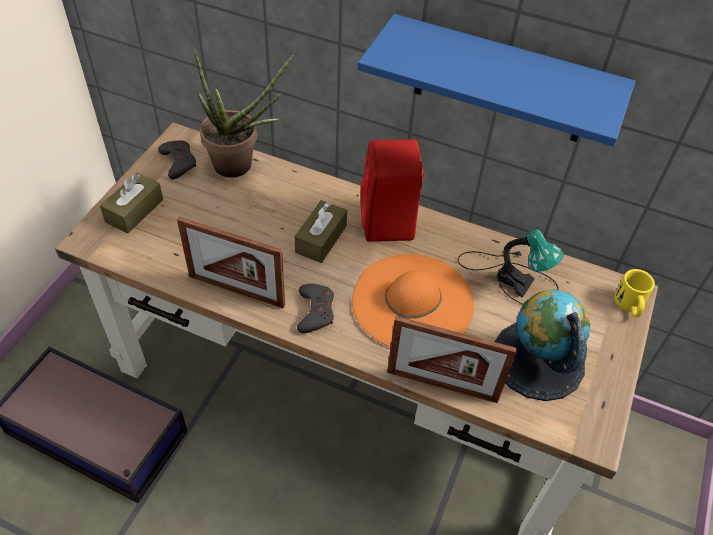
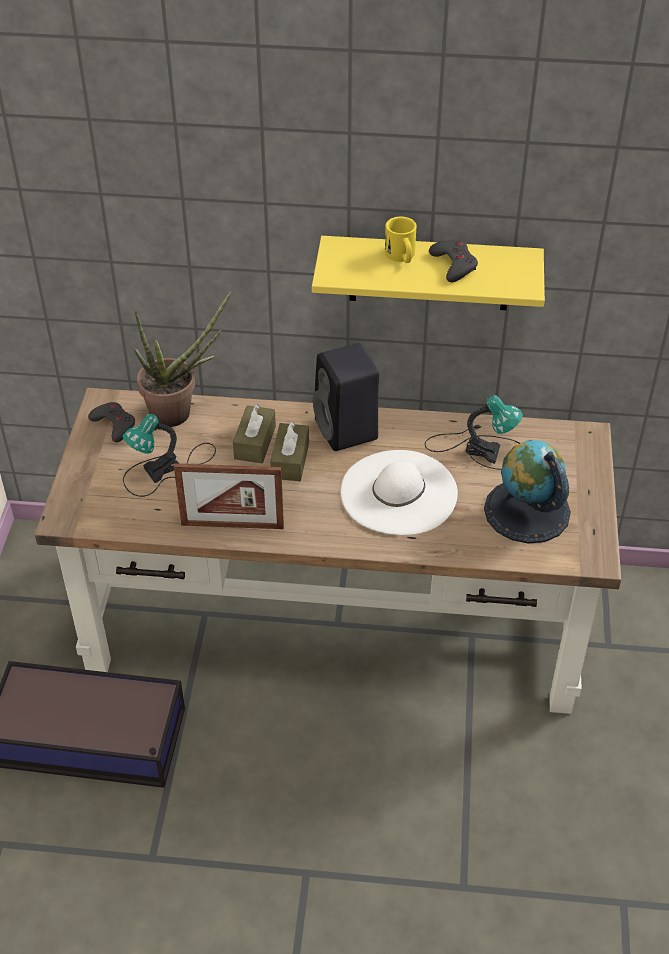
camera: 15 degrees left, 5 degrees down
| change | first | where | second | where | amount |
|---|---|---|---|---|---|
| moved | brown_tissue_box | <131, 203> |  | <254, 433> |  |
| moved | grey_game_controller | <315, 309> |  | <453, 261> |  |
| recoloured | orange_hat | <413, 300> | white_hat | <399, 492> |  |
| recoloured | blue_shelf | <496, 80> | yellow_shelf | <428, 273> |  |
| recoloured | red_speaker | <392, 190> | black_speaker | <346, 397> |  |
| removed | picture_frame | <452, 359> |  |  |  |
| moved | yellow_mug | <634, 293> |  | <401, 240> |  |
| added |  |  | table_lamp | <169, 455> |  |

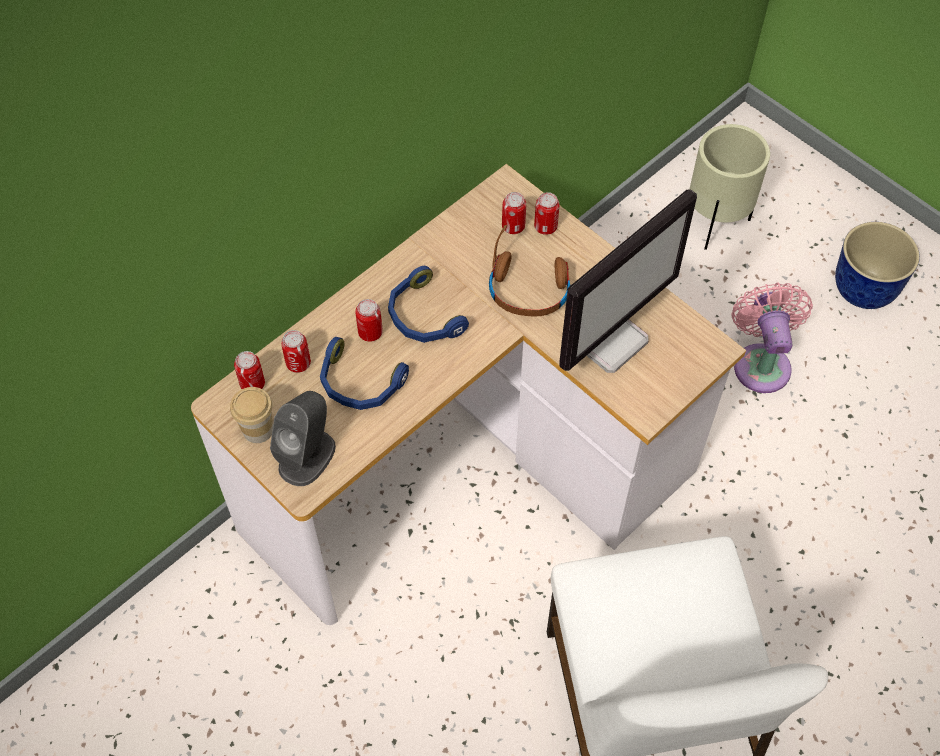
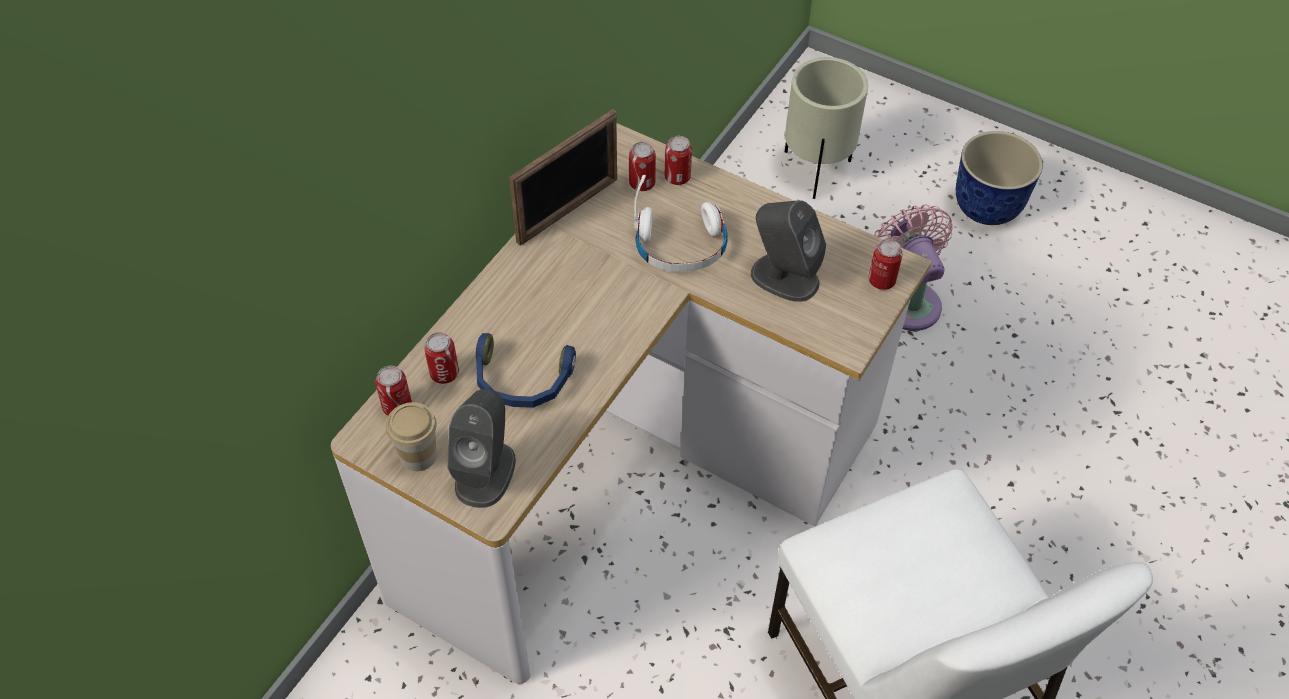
camera: 15 degrees left, 5 degrees down
| change | first | where | second | where | amount |
|---|---|---|---|---|---|
| moved | can | <369, 320> |  | <885, 264> |  |
| removed | blue_headphones | <428, 304> |  |  |  |
| recoloured | brown_headphones | <529, 270> | white_headphones | <681, 223> |  |
| replaced | monitor | <628, 281> | grey_speaker | <788, 251> |  |
| added |  |  | picture_frame | <563, 177> |  |

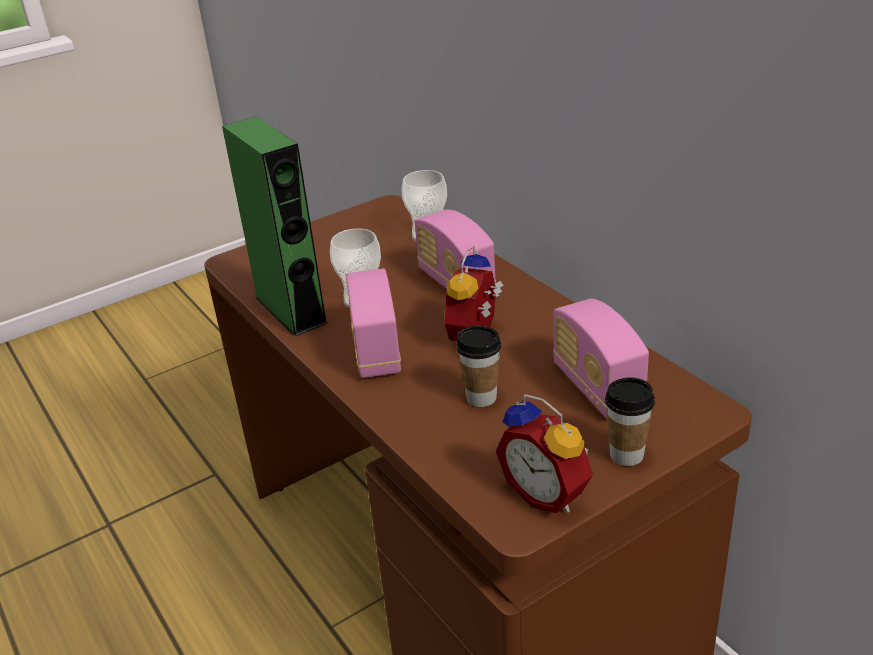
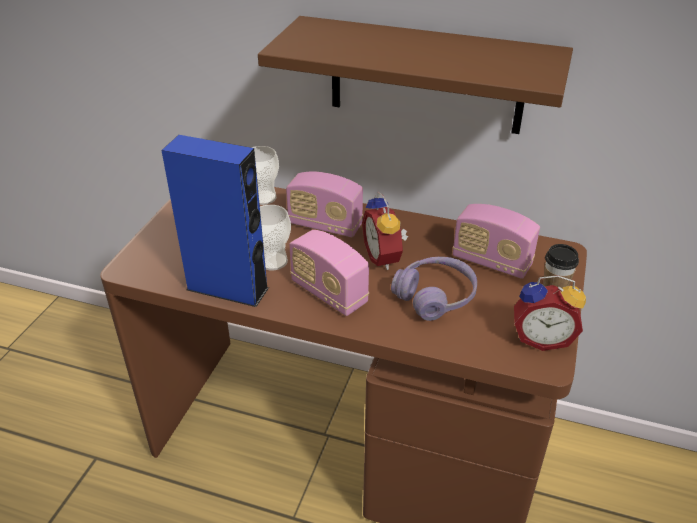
camera: 40 degrees left, 5 degrees up
| change | first | where | second | where | amount |
|---|---|---|---|---|---|
| recoloured | green_speaker | <275, 226> | blue_speaker | <215, 221> |  |
| replaced | cup | <478, 366> | purple_headphones | <434, 289> |  |
| added |  |  | brown_shelf | <415, 75> |  |

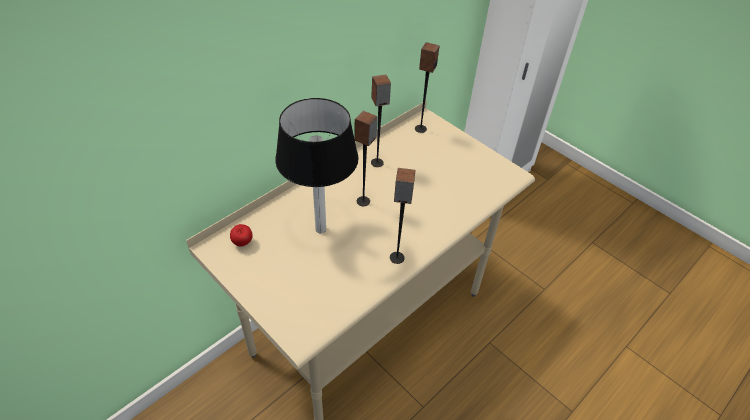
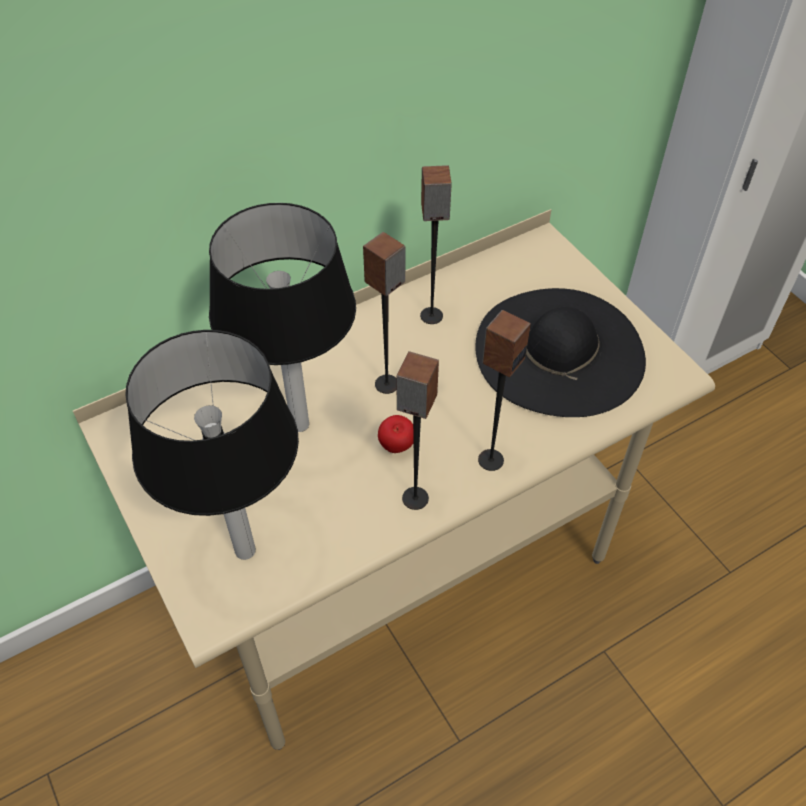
camera: 15 degrees right, 5 degrees up
| change | first | where | second | where | amount |
|---|---|---|---|---|---|
| moved | apple | <241, 235> |  | <396, 434> |  |
| moved | speaker | <427, 87> |  | <504, 390> |  |
| added |  |  | table_lamp | <212, 445> |  |
| added |  |  | black_hat | <560, 352> |  |

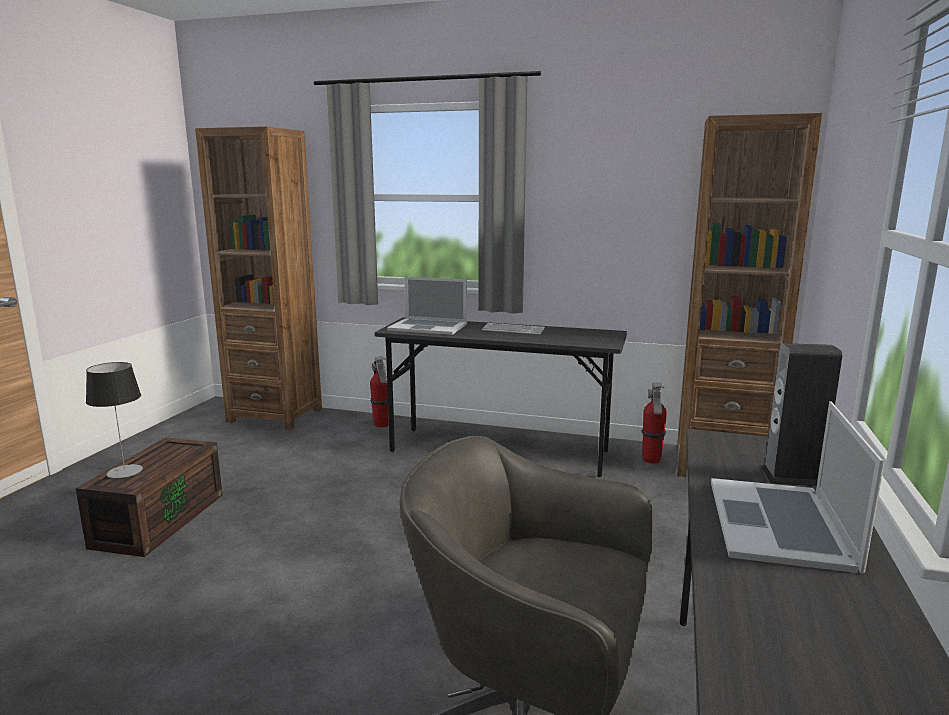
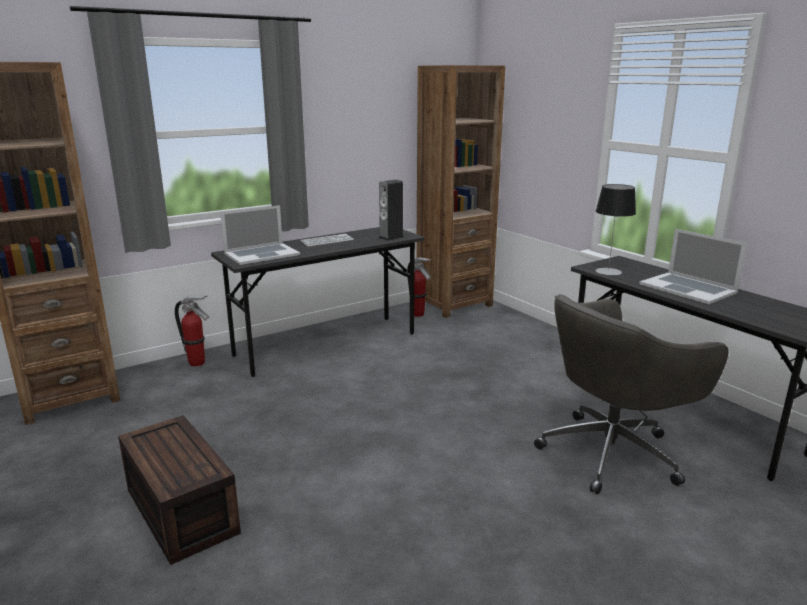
camera: 50 degrees left, 5 degrees up
| change | first | where | second | where | amount |
|---|---|---|---|---|---|
| moved | table_lamp | <114, 420> |  | <616, 230> |  |
| moved | speaker | <801, 414> |  | <391, 210> |  |

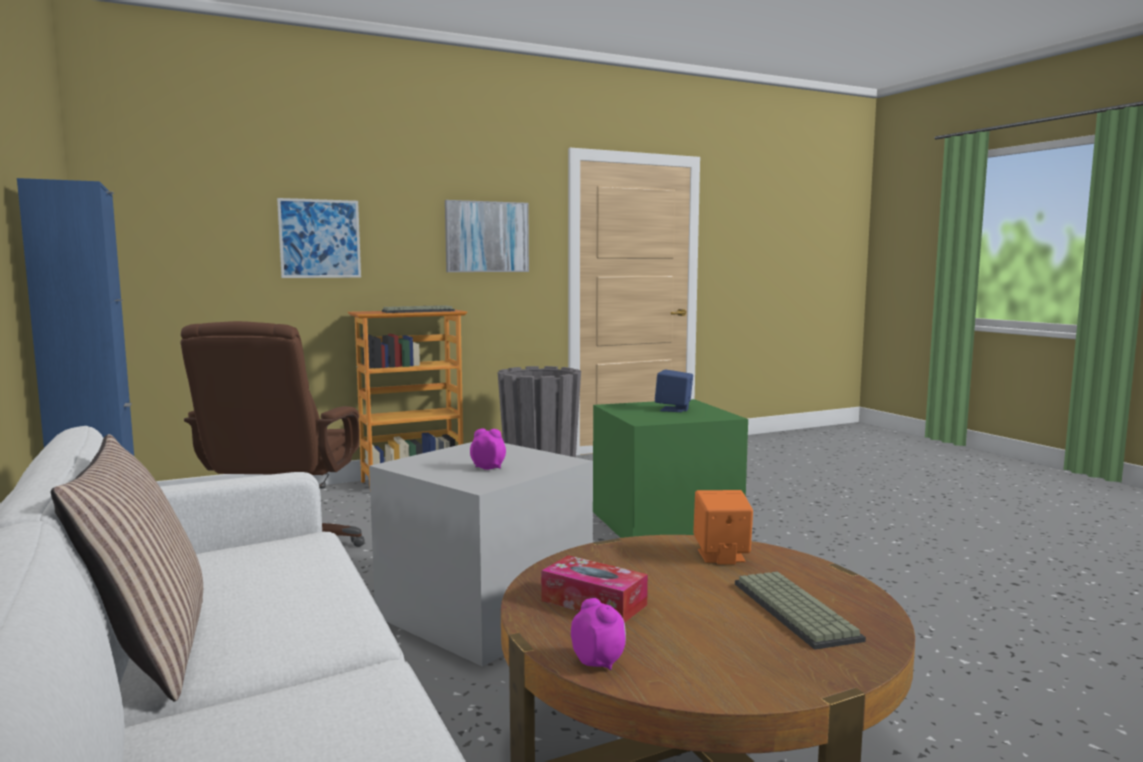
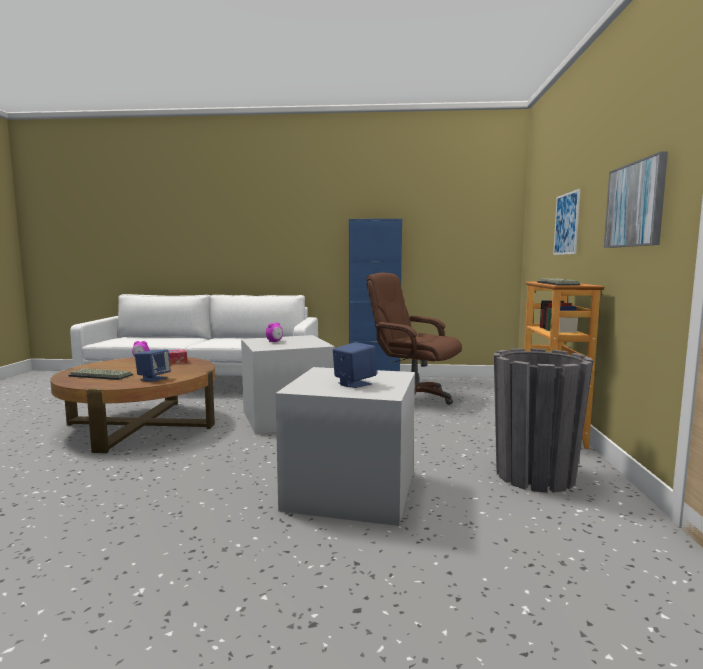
camera: 120 degrees right, 0 degrees up
| change | first | where | second | where | amount |
|---|---|---|---|---|---|
| removed | pillow | <127, 568> |  |  |  |
| recoloured | green_storage_box | <670, 468> | grey_storage_box | <345, 446> |  |
| recoloured | orange_speaker | <723, 527> | blue_speaker | <153, 366> |  |

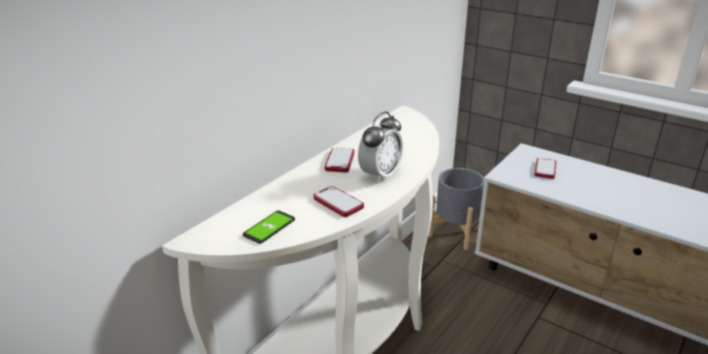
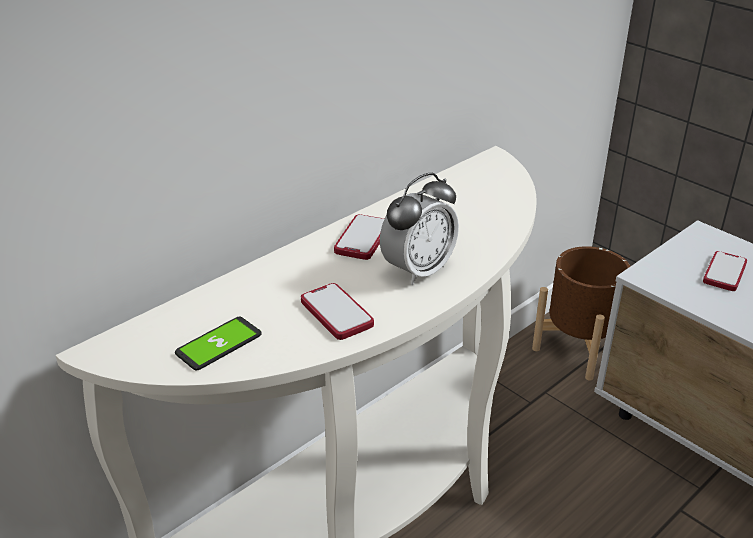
camera: 10 degrees right, 5 degrees up
| change | first | where | second | where | amount |
|---|---|---|---|---|---|
| recoloured | grey_planter | <456, 209> | brown_planter | <581, 313> |  |

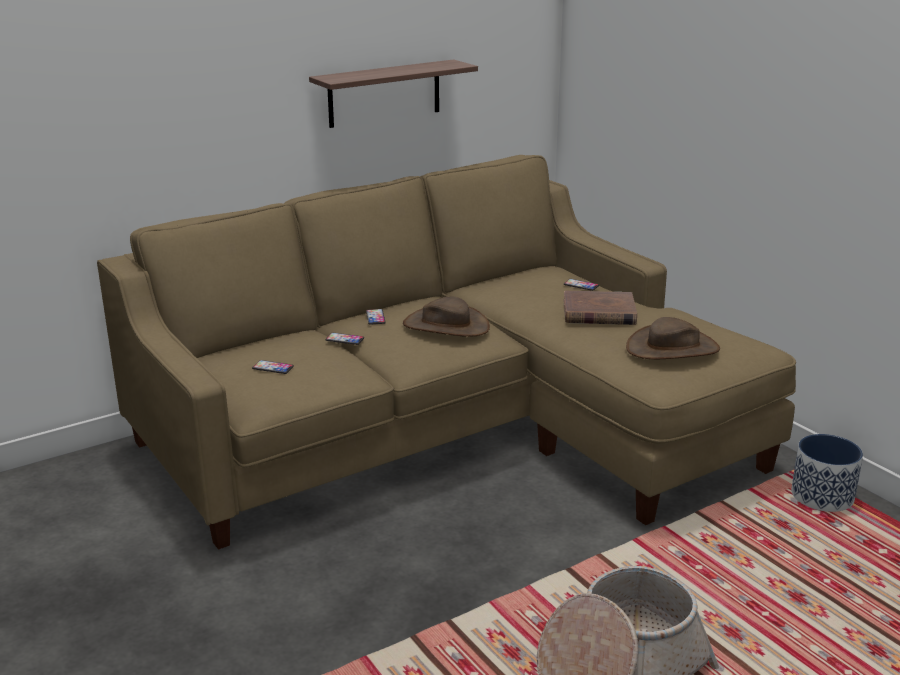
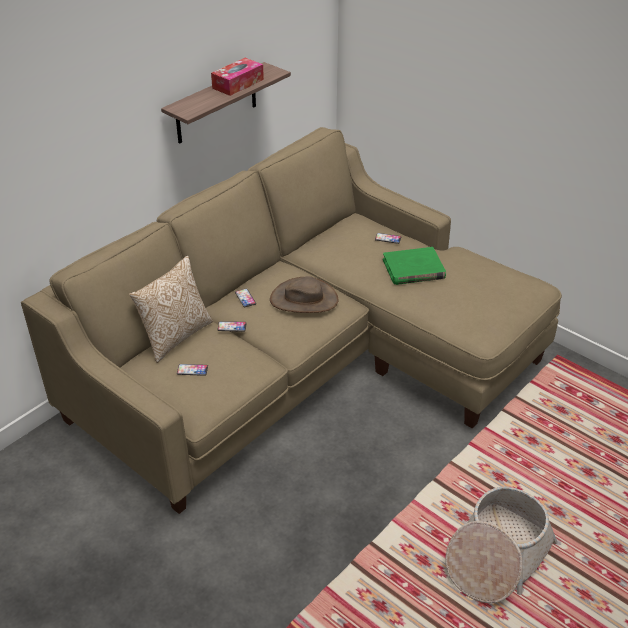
camera: 15 degrees left, 15 degrees up
| change | first | where | second | where | amount |
|---|---|---|---|---|---|
| recoloured | brown_book | <600, 308> | green_book | <414, 266> |  |
| removed | brown_hat | <673, 338> |  |  |  |
| removed | planter | <827, 473> |  |  |  |
| added |  |  | pillow | <171, 309> |  |
| added |  |  | tissue_box | <237, 77> |  |

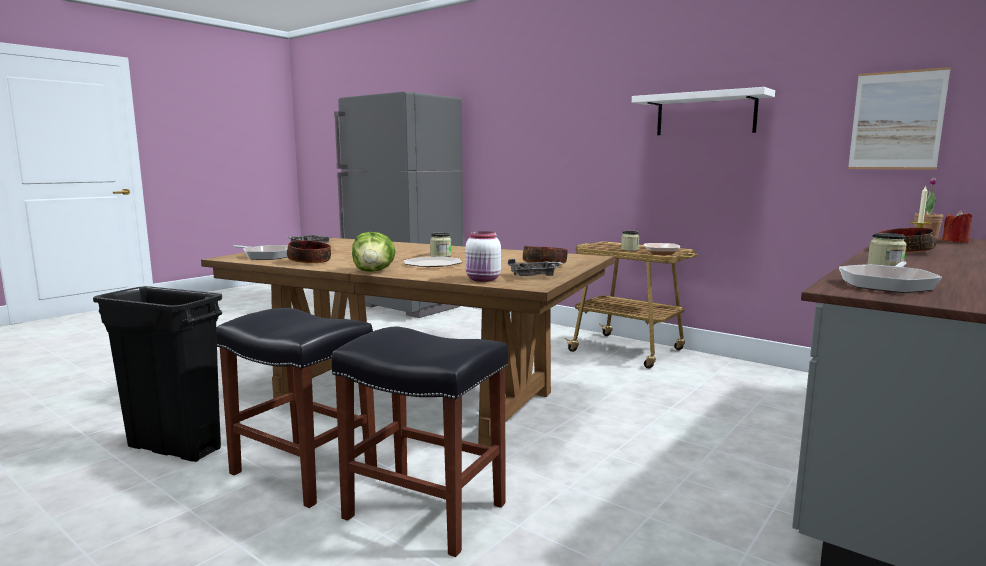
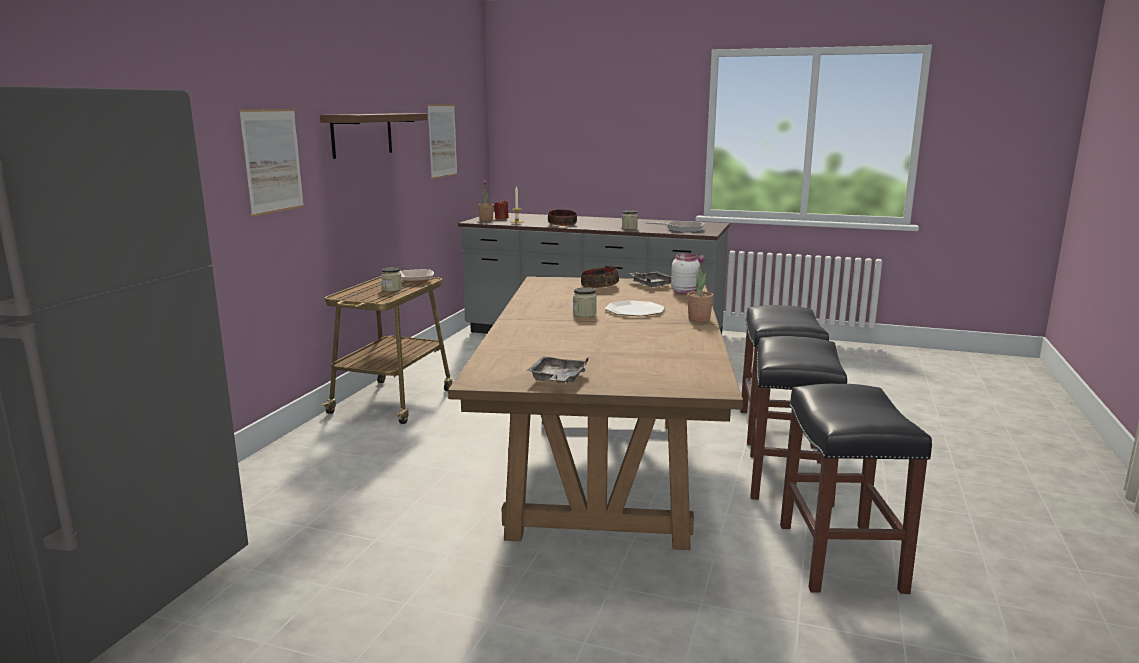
camera: 110 degrees left, 5 degrees up
| change | first | where | second | where | amount |
|---|---|---|---|---|---|
| replaced | black_trash_can | <157, 374> | black_stool | <856, 489> |  |
| removed | frying_pan | <260, 252> |  |  |  |
| removed | bowl | <309, 251> |  |  |  |
| replaced | lettuce | <374, 252> | potted_plant | <700, 288> |  |
| recoloured | white_shelf | <703, 111> | brown_shelf | <374, 136> |  |
| added |  |  | picture | <271, 162> |  |

